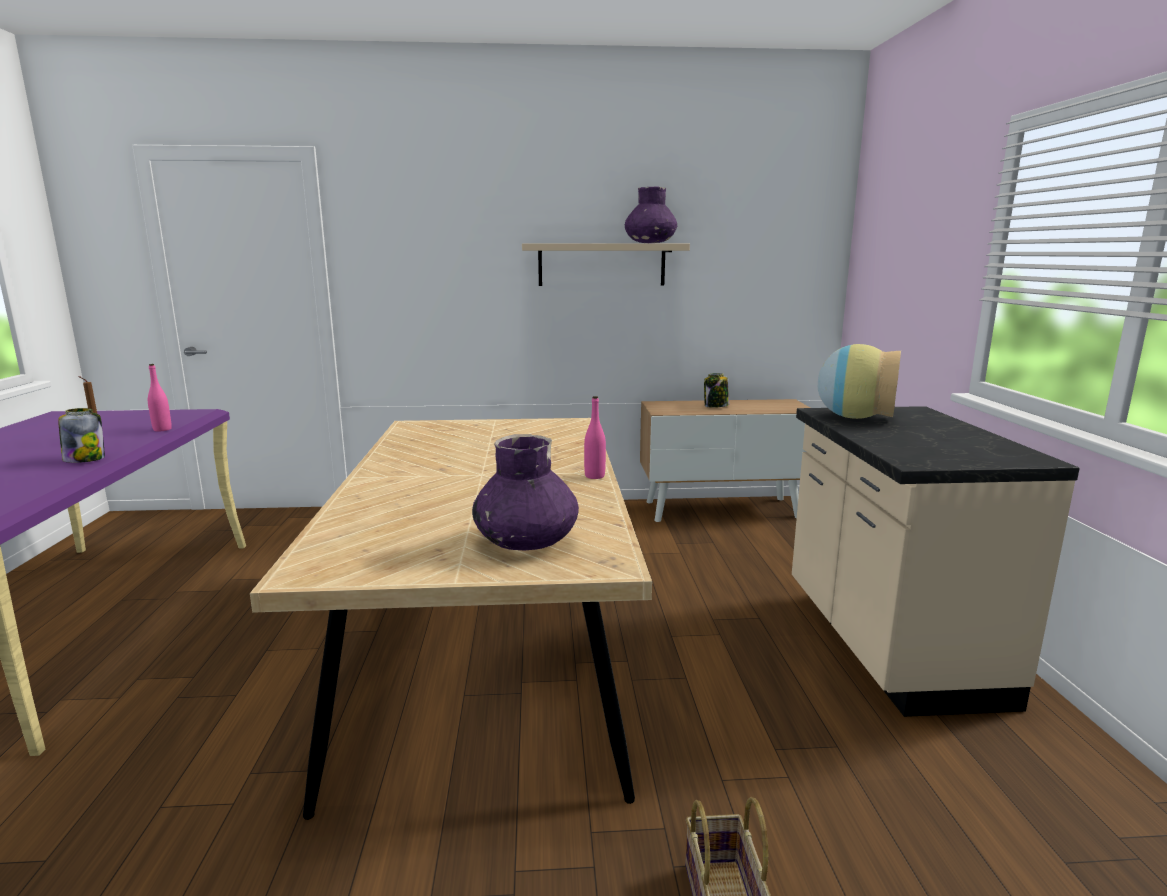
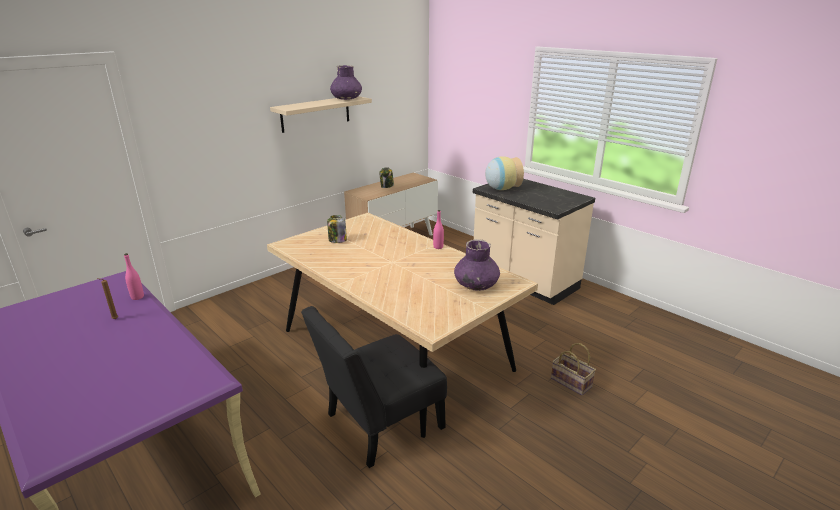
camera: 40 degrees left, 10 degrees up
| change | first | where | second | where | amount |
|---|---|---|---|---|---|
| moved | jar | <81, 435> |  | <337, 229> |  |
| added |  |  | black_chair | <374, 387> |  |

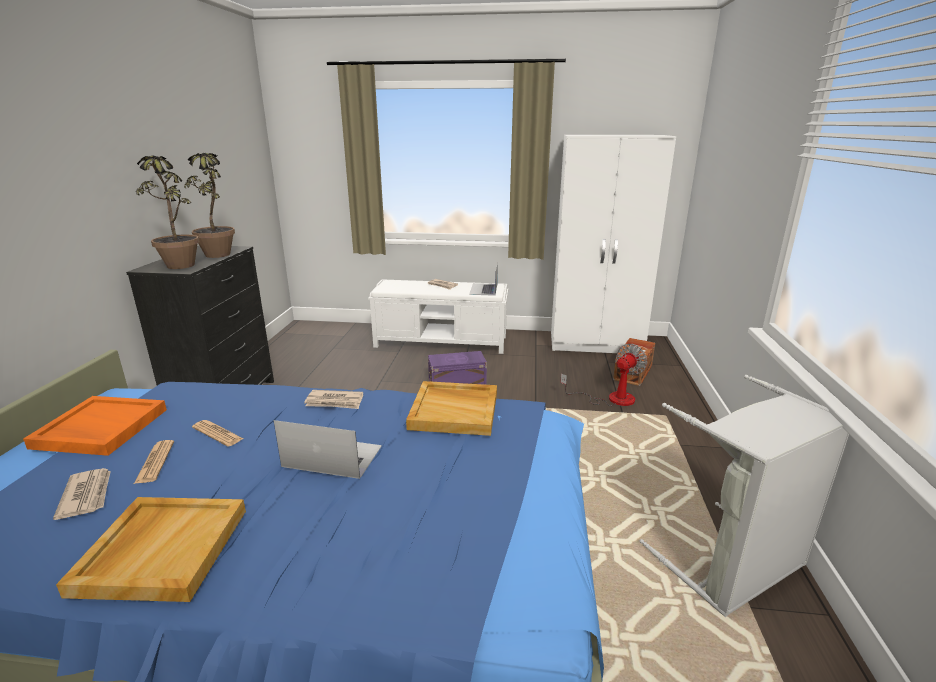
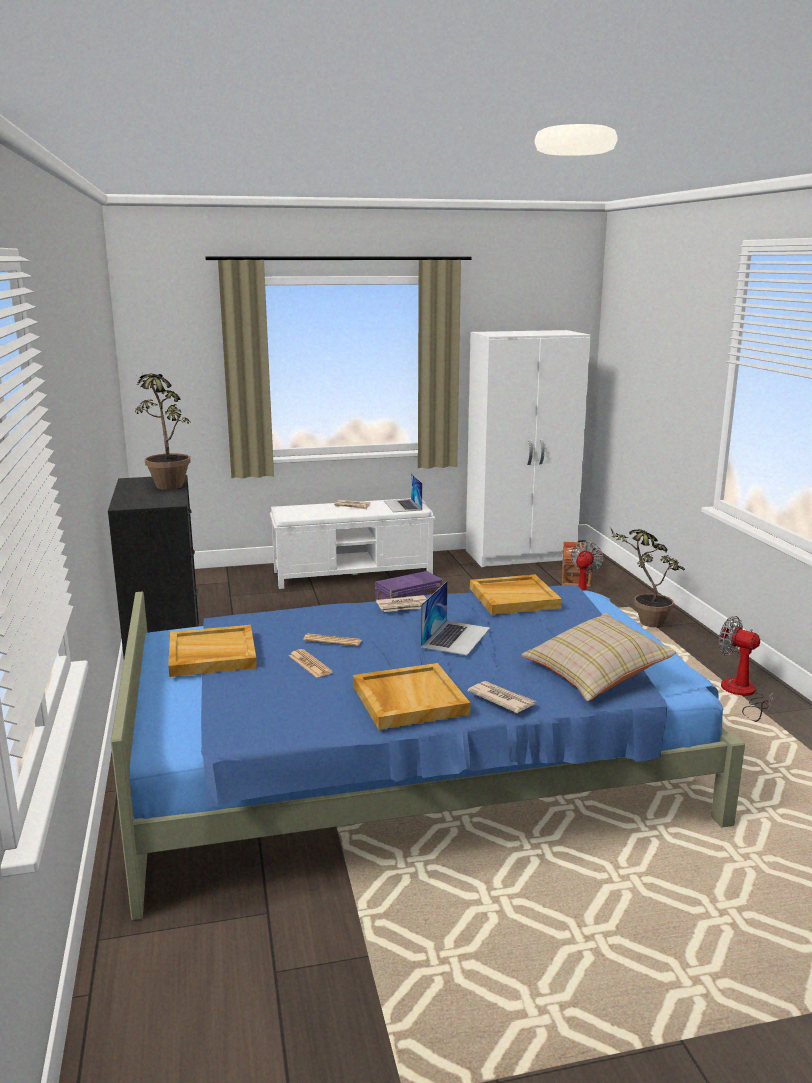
camera: 20 degrees left, 5 degrees down
| change | first | where | second | where | amount |
|---|---|---|---|---|---|
| recoloured | orange_tray | <95, 426> | beige_tray | <212, 651> |  |
| moved | newspaper | <82, 494> |  | <502, 697> |  |
| moved | potted_plant | <168, 212> |  | <647, 577> |  |
| turned | laptop | <328, 449> |  | <455, 618> | 120 degrees clockwise |
| replaced | grey_laundry_basket | <744, 496> | fan | <746, 669> |  |
| added |  |  | beige_pillow | <598, 657> |  |

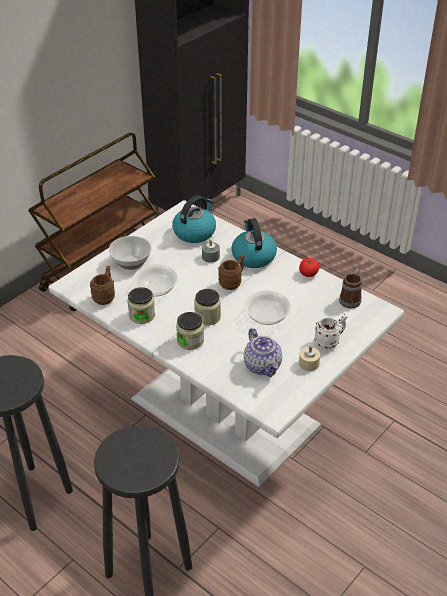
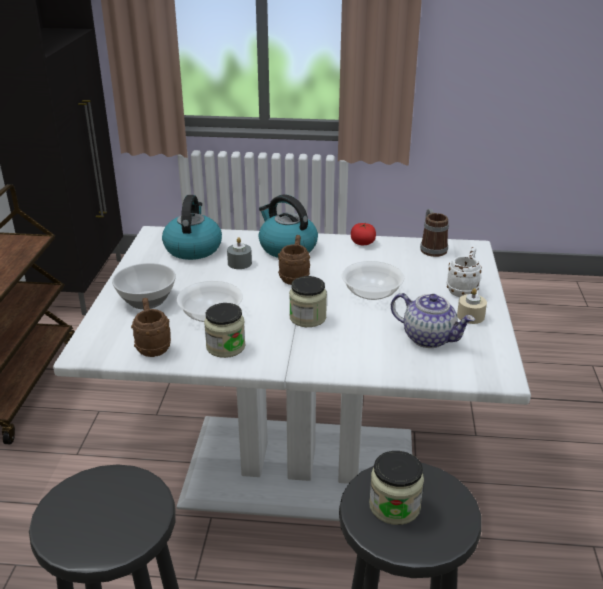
camera: 35 degrees left, 10 degrees down
| change | first | where | second | where | amount |
|---|---|---|---|---|---|
| moved | jar | <190, 331> |  | <396, 488> |  |

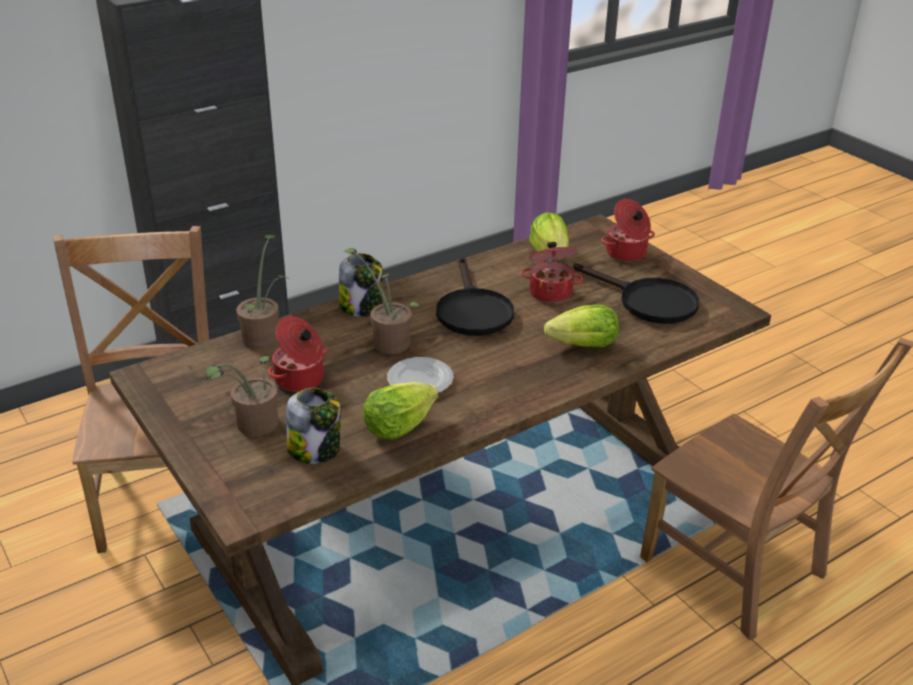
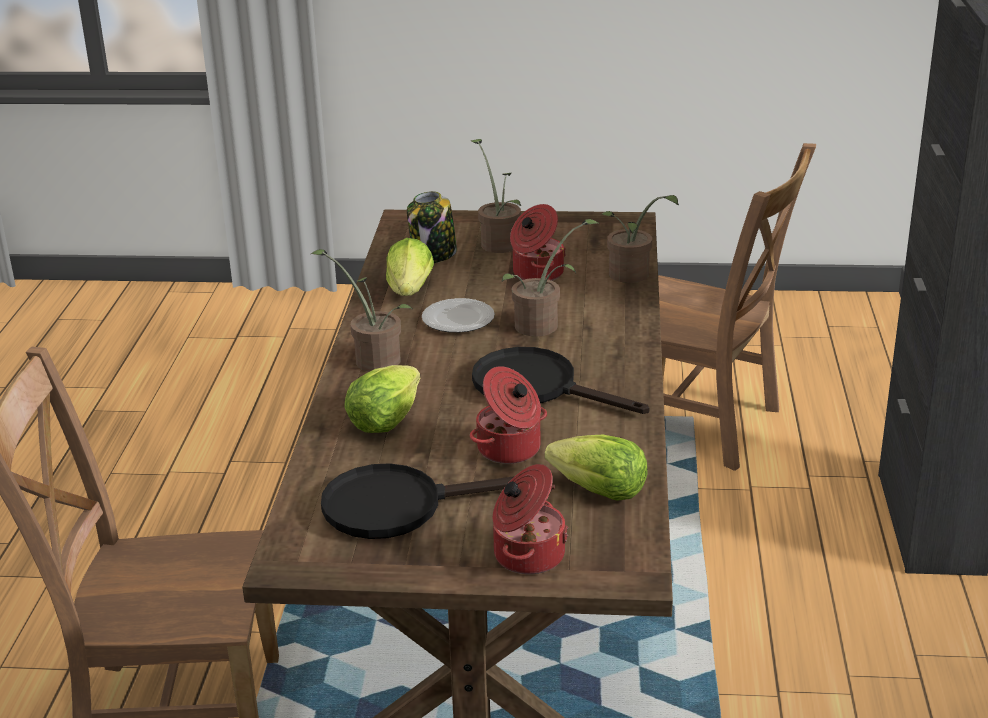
camera: 130 degrees right, 5 degrees down
| change | first | where | second | where | amount |
|---|---|---|---|---|---|
| removed | jar | <361, 285> |  |  |  |
| added |  |  | potted_plant | <362, 310> |  |

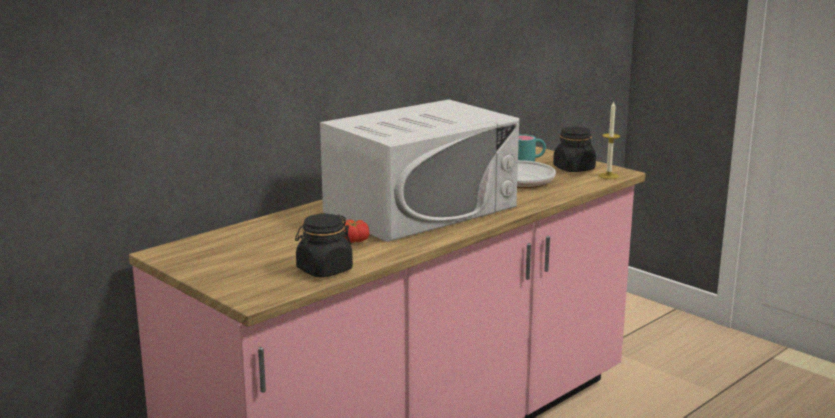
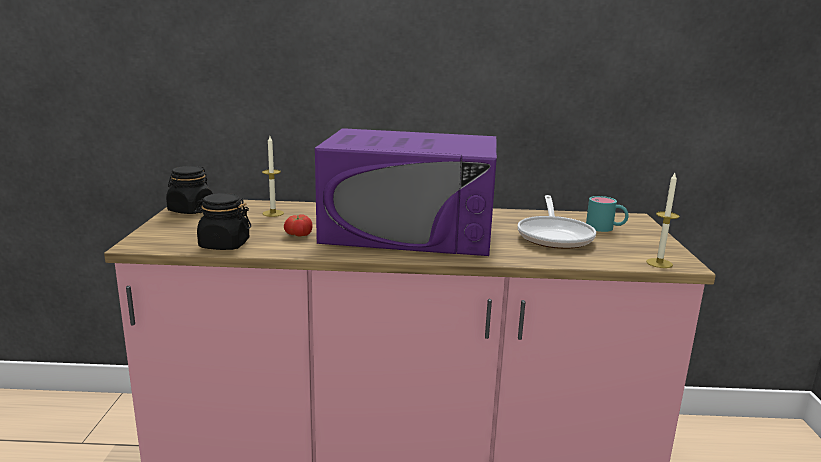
camera: 45 degrees right, 0 degrees up
| change | first | where | second | where | amount |
|---|---|---|---|---|---|
| recoloured | white_microwave | <419, 170> | purple_microwave | <406, 192> |  |
| moved | black_jar | <574, 149> |  | <189, 190> |  |
| added |  |  | candle | <273, 176> |  |

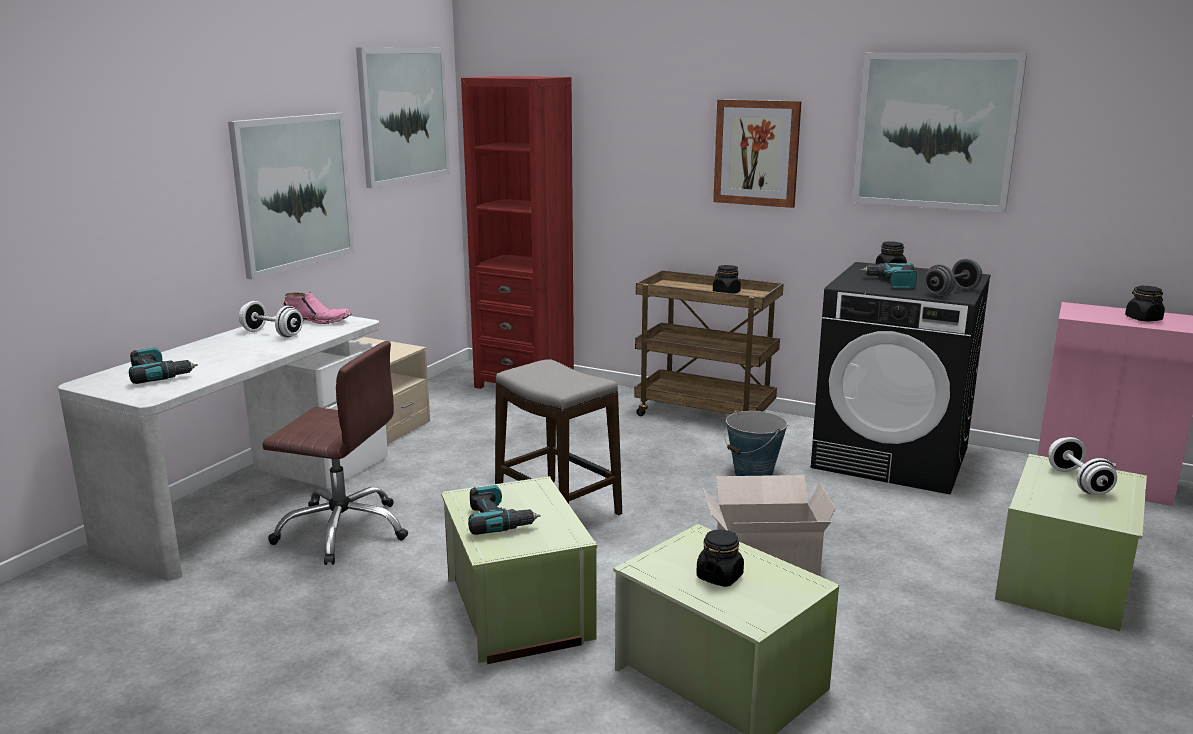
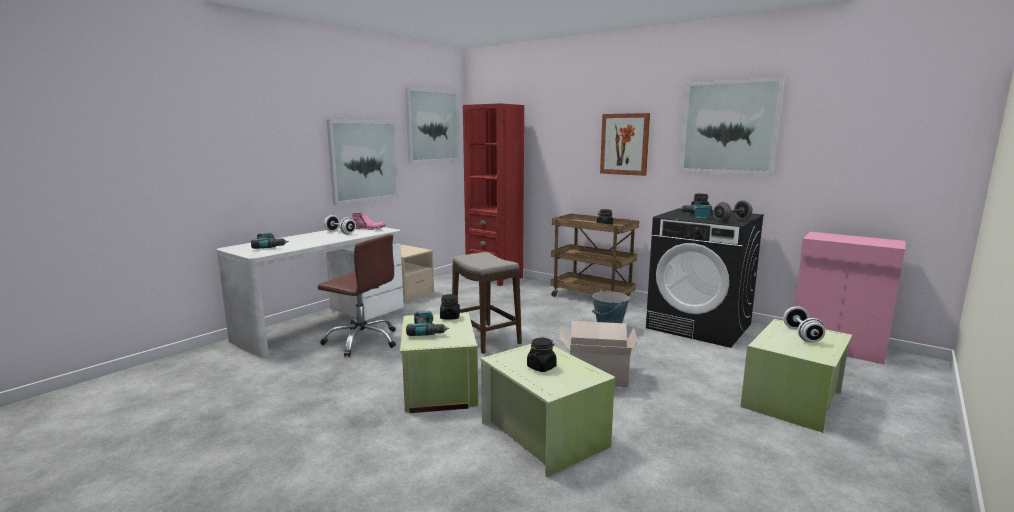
camera: 10 degrees right, 5 degrees down
| change | first | where | second | where | amount |
|---|---|---|---|---|---|
| moved | black_jar | <1145, 303> |  | <450, 307> |  |

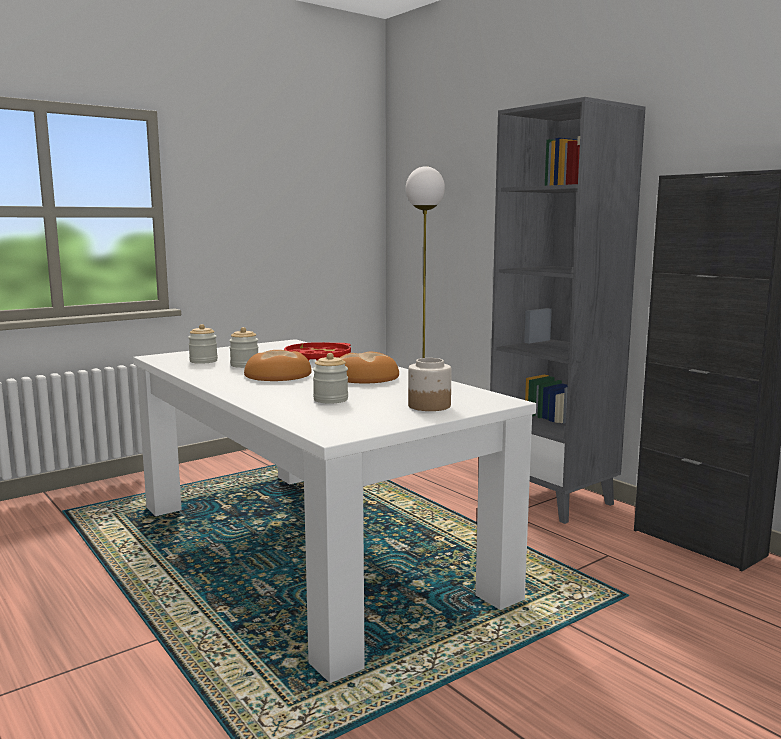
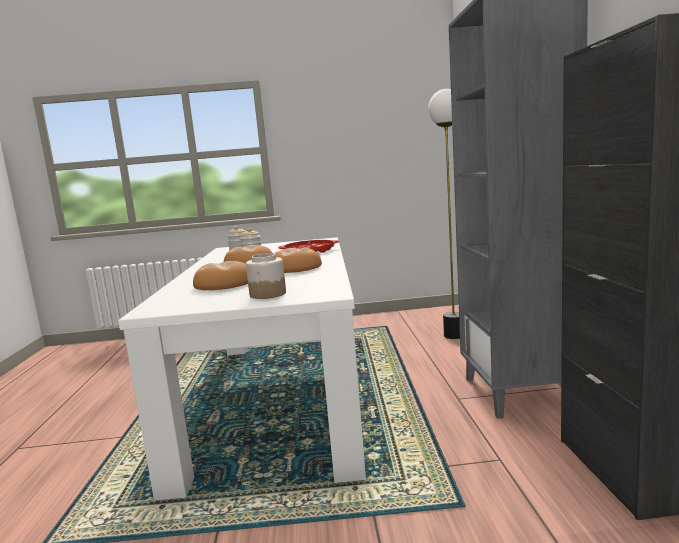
camera: 35 degrees right, 0 degrees up
| change | first | where | second | where | amount |
|---|---|---|---|---|---|
| replaced | jar | <330, 378> | bread | <220, 275> |  |

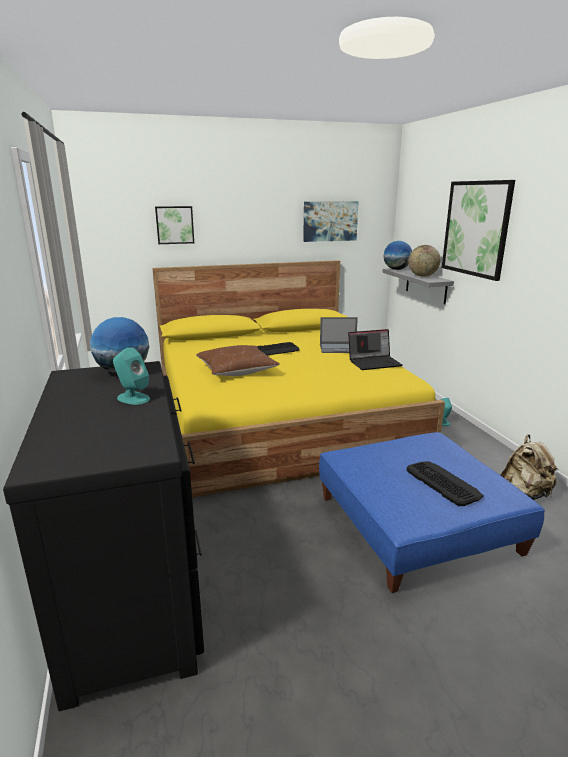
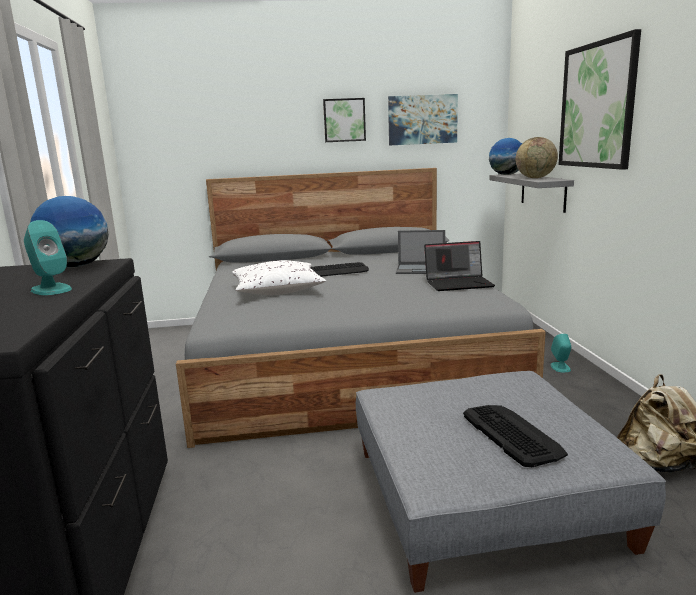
camera: 10 degrees right, 5 degrees down
| change | first | where | second | where | amount |
|---|---|---|---|---|---|
| recoloured | yellow_bed | <298, 378> | grey_bed | <361, 308> |  |
| moved | picture | <174, 225> |  | <344, 120> |  |
| recoloured | brown_pillow | <238, 360> | white_pillow | <279, 277> |  |
| recoloured | blue_ottoman | <432, 512> | grey_ottoman | <511, 482> |  |

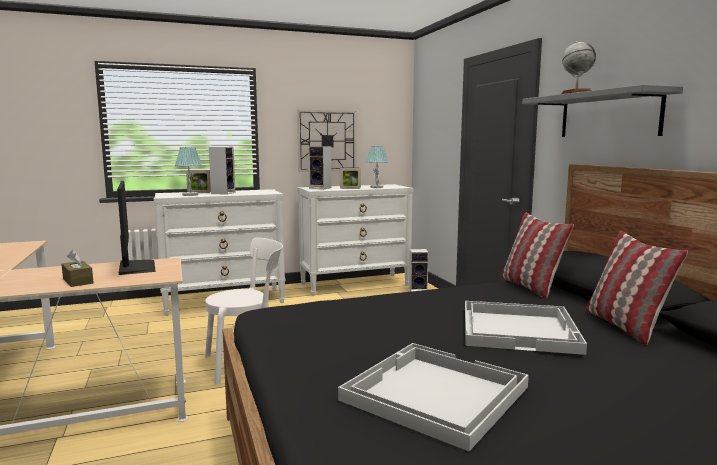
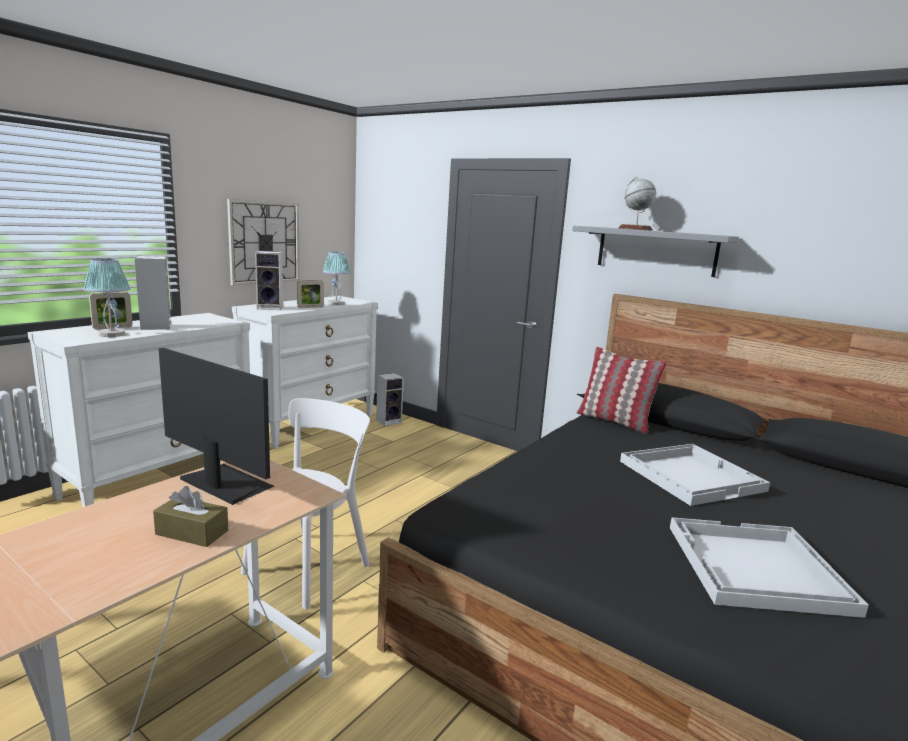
camera: 35 degrees left, 5 degrees up
| change | first | where | second | where | amount |
|---|---|---|---|---|---|
| removed | pillow | <636, 288> |  |  |  |

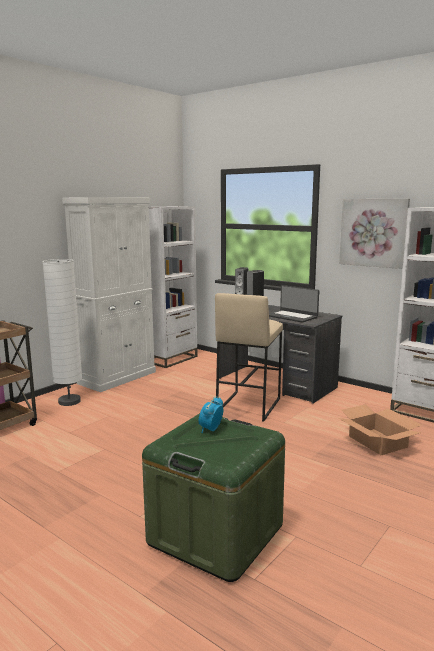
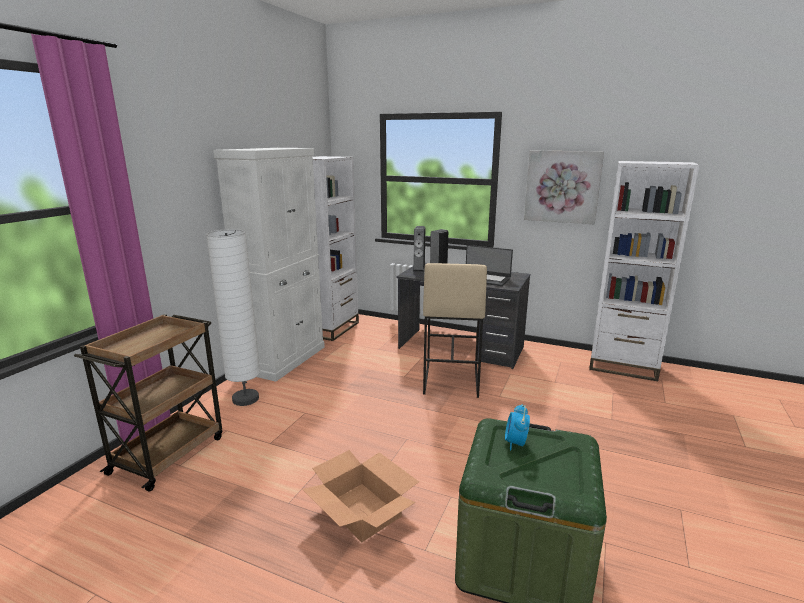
camera: 15 degrees left, 5 degrees up
| change | first | where | second | where | amount |
|---|---|---|---|---|---|
| moved | cardboard_box | <380, 429> |  | <361, 496> |  |

